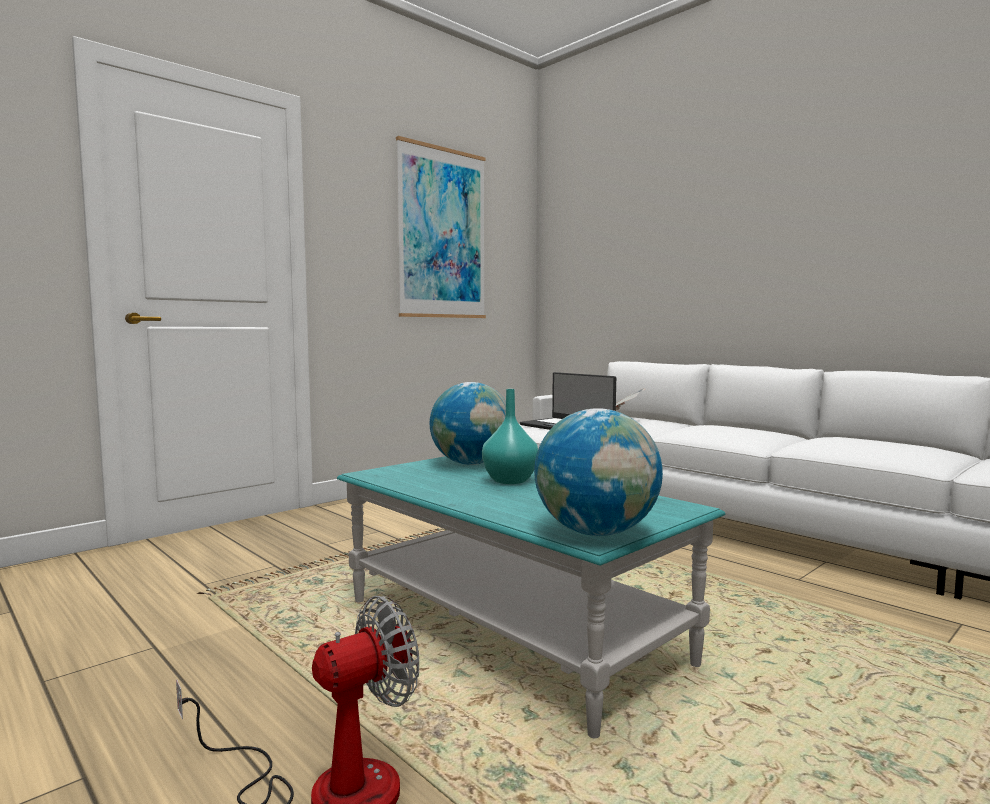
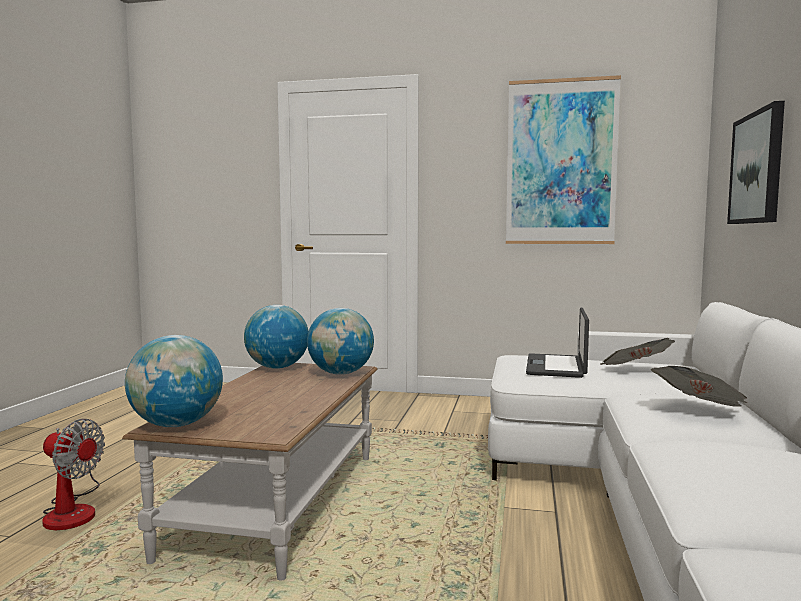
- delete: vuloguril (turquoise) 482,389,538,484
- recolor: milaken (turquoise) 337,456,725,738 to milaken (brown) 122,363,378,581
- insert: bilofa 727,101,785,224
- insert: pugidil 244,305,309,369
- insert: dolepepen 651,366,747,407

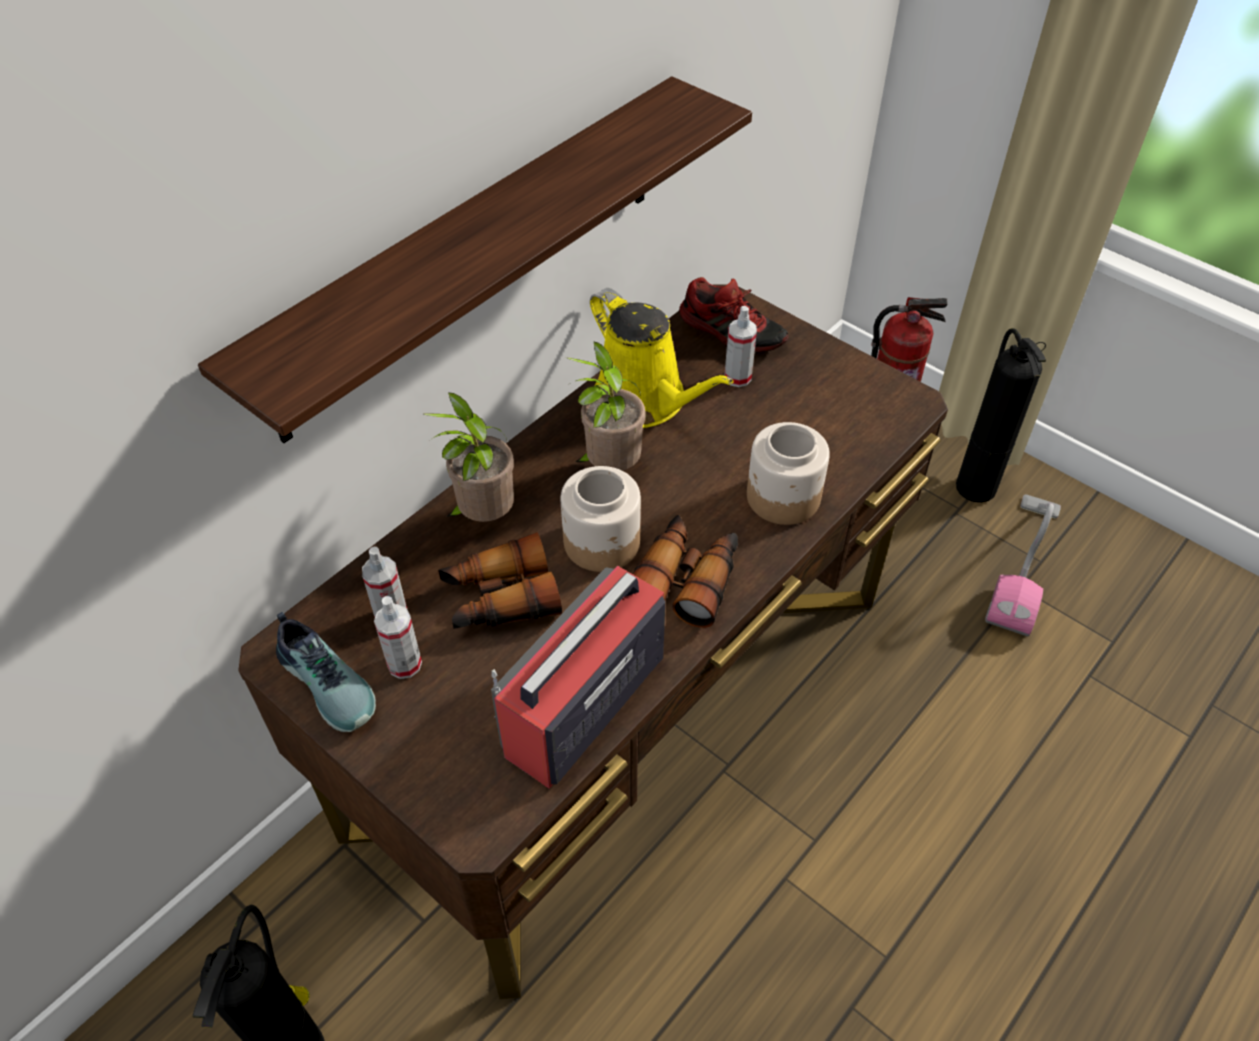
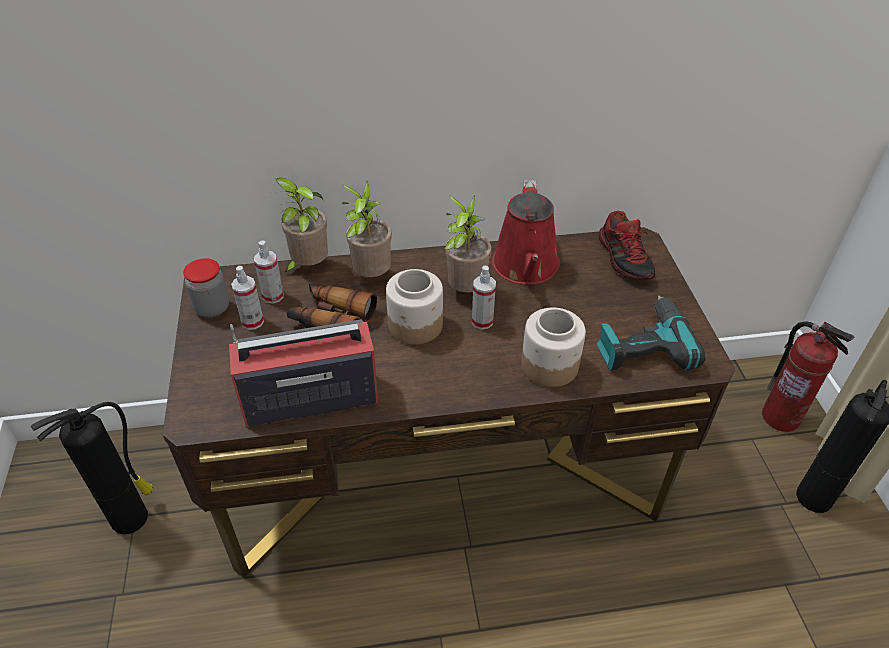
- delete: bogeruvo 198,76,752,443
- recolor: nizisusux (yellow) 590,288,734,428 to nizisusux (red) 492,180,560,285
- move: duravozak 724,306,757,387 to 472,266,496,330
- delete: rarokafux 985,494,1061,637
- delete: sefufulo 633,515,738,628
- replace: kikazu 276,612,376,732 to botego 183,258,229,317
- insert: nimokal 273,178,328,273
- insert: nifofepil 597,295,706,370

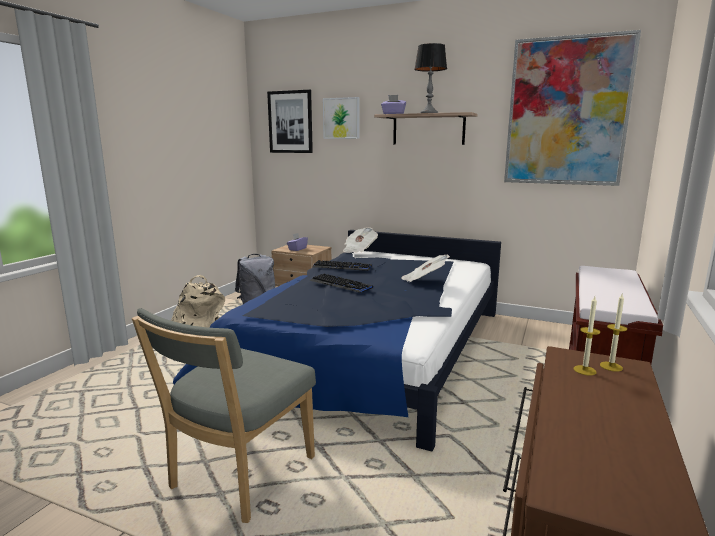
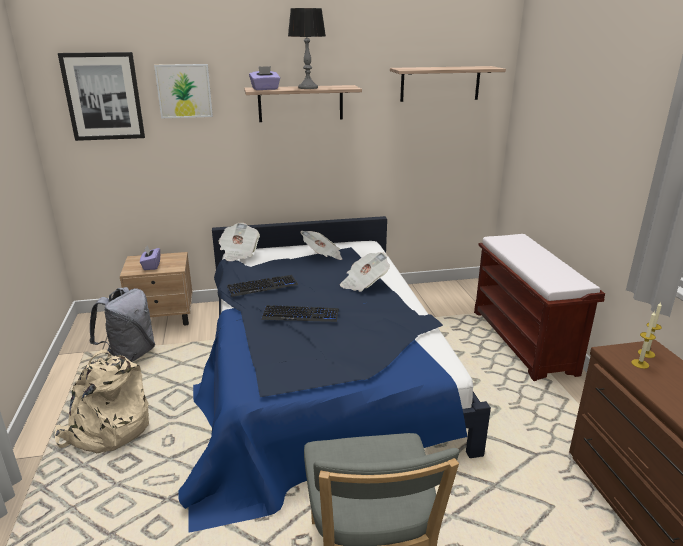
- replace: bilofa 504,30,641,186 to bogeruvo 390,66,506,102
- insert: dolepepen 300,231,342,260

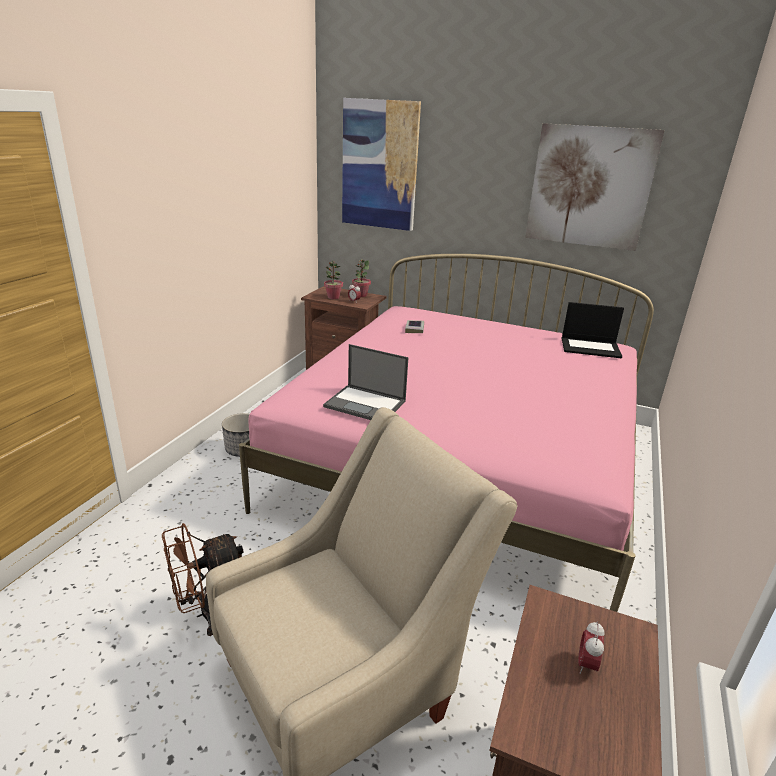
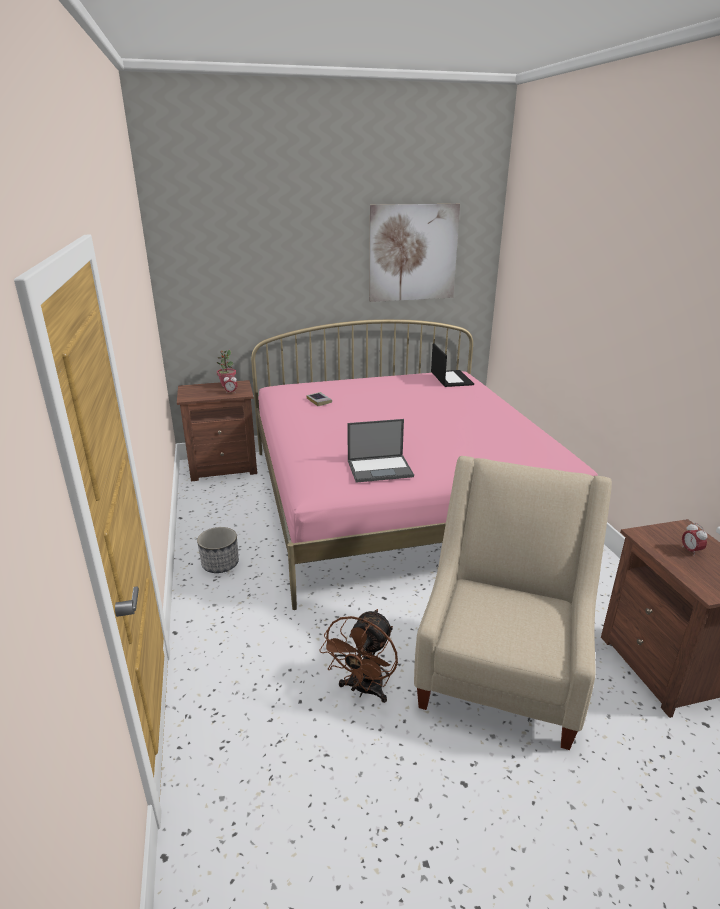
- delete: bilofa 342,98,421,231
- delete: nimokal 324,260,343,300
- rotate: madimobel 561,302,624,358 = 431,343,474,387 75 degrees counterclockwise

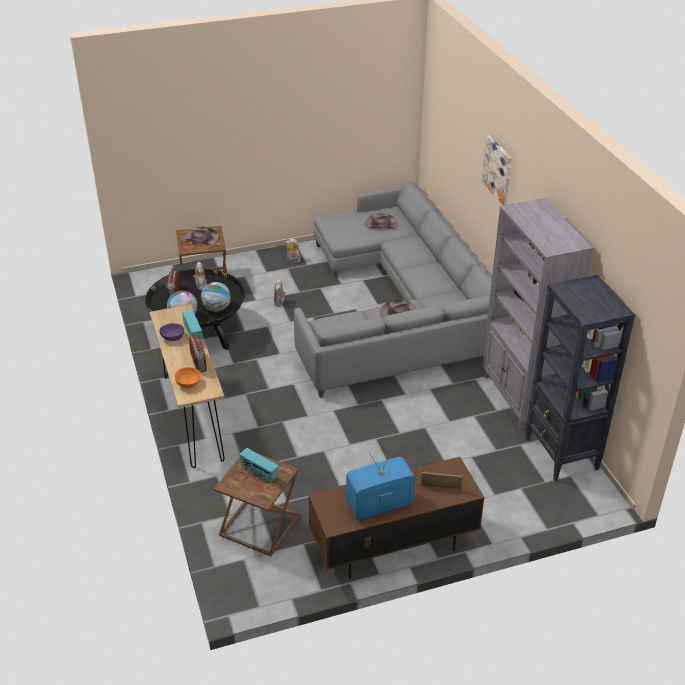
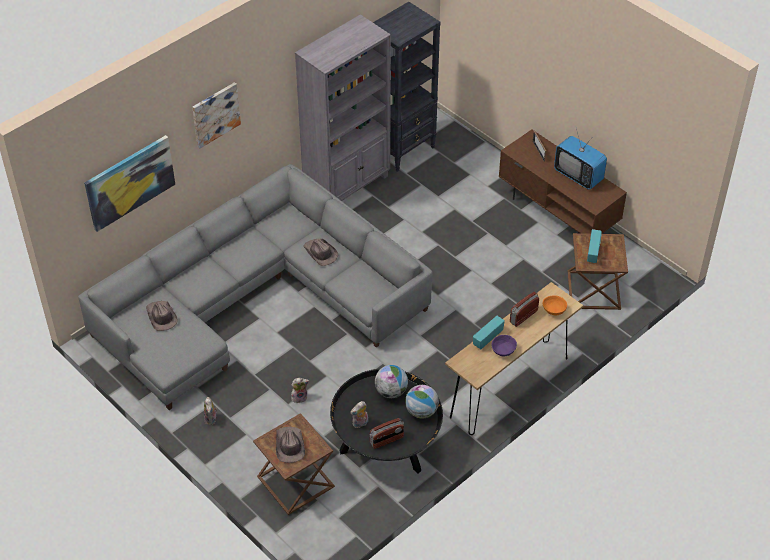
- insert: bilofa 84,135,175,232

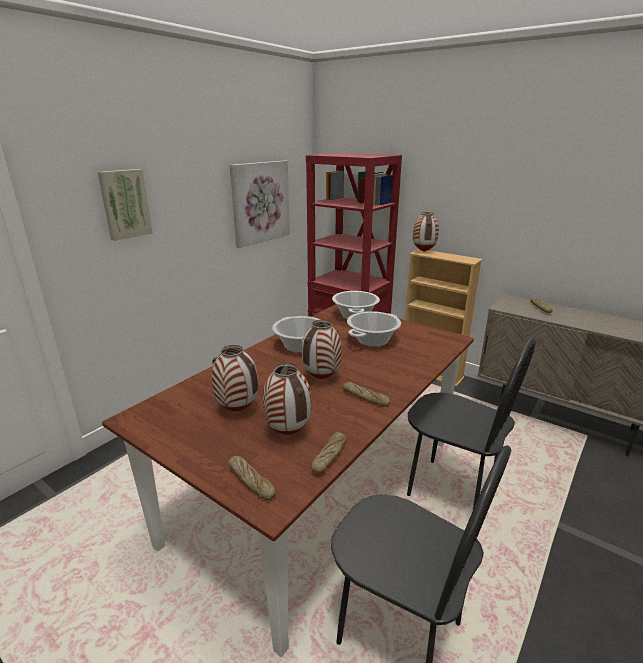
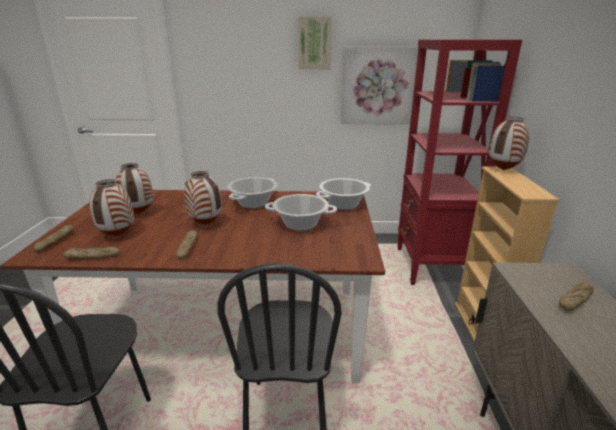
- move: bilofa 98,169,153,241 to 298,16,332,70

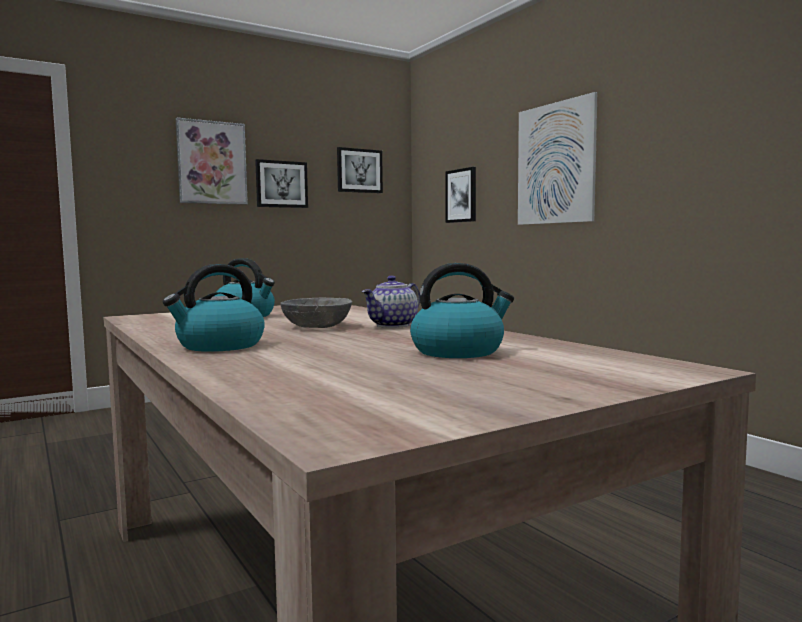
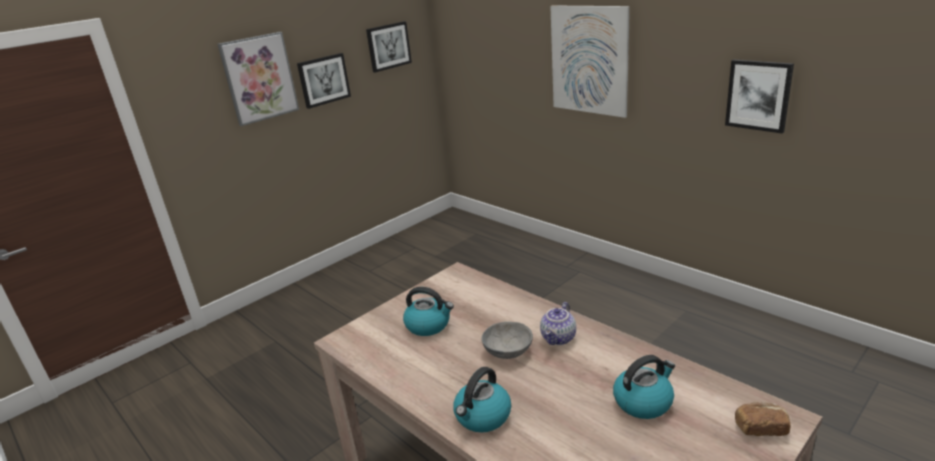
- move: bilofa 445,167,476,223 to 725,59,794,133
- insert: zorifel 735,402,791,436

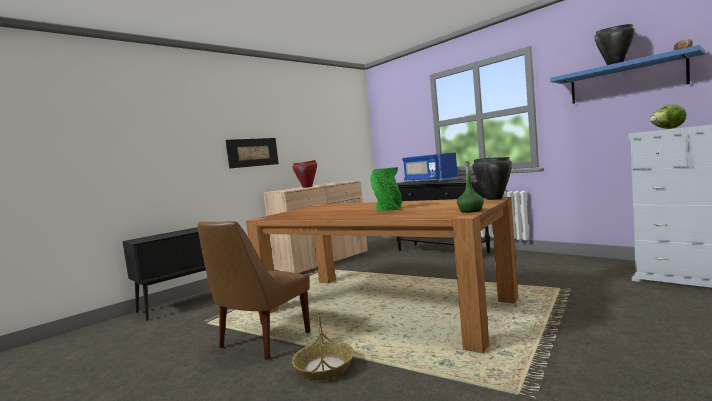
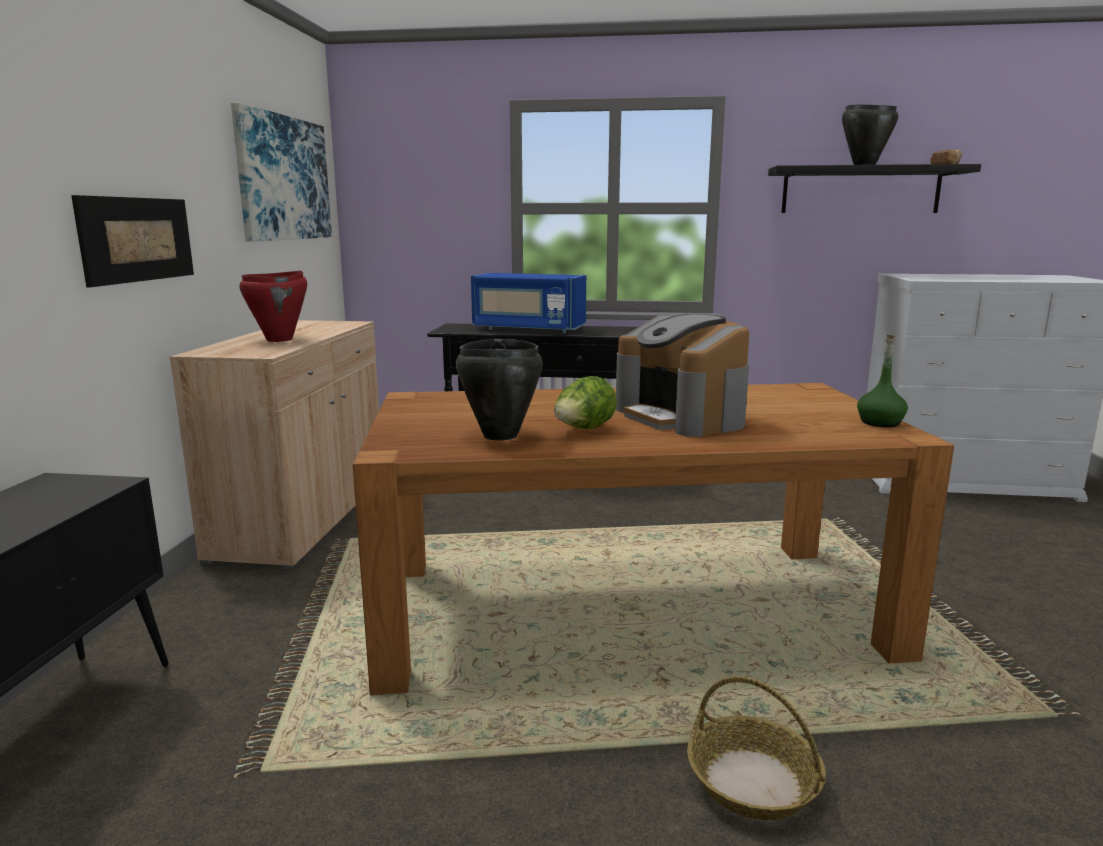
- recolor: bogeruvo (blue) 550,45,705,104 to bogeruvo (black) 768,164,981,213
- move: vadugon 650,105,686,129 to 554,376,617,429
- move: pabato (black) 472,157,512,200 to 456,339,543,441
- replace: vuloguril (green) 370,167,402,211 to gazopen 616,314,749,437
- delete: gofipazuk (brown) 197,221,310,360
- insert: bilofa 231,102,332,242

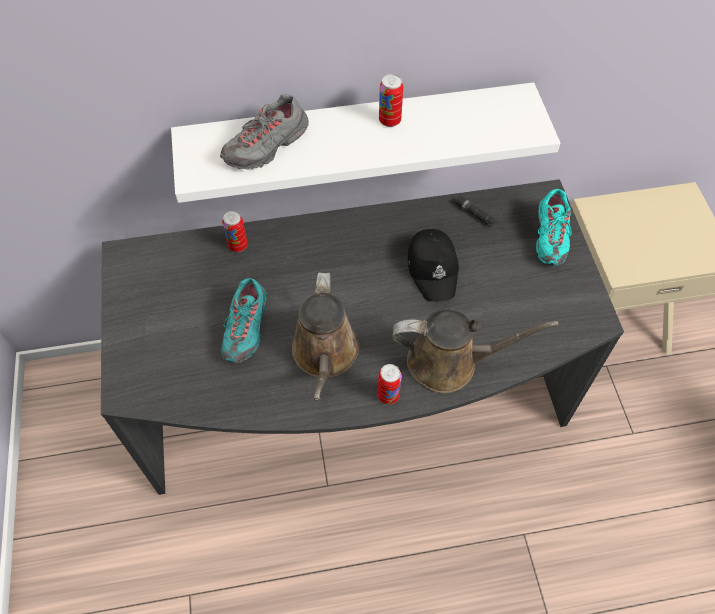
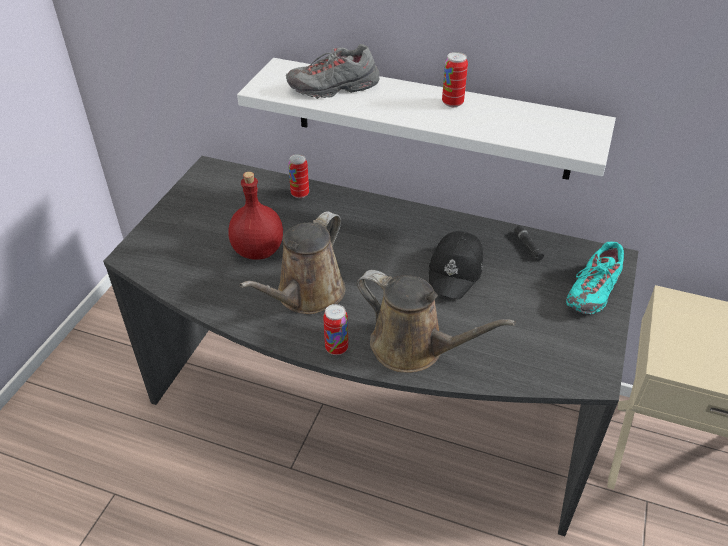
- replace: kikazu (turquoise) 221,278,267,363 to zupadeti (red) 228,172,283,260

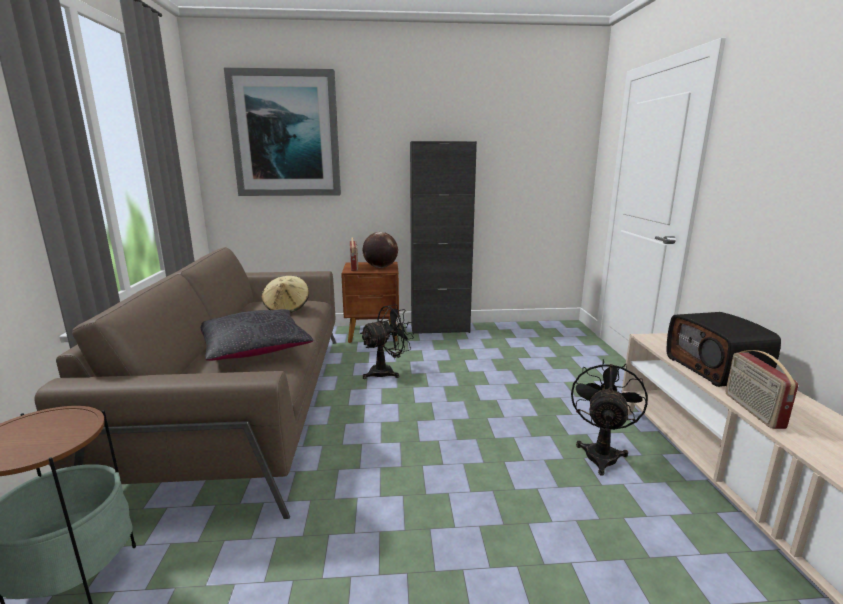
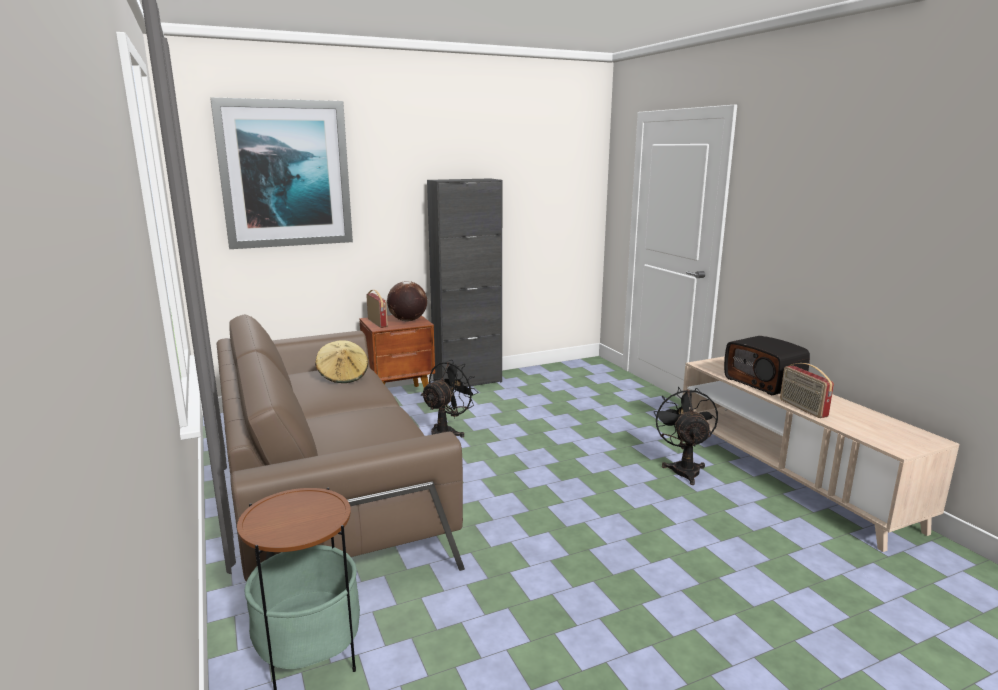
- delete: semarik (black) 201,309,313,361

